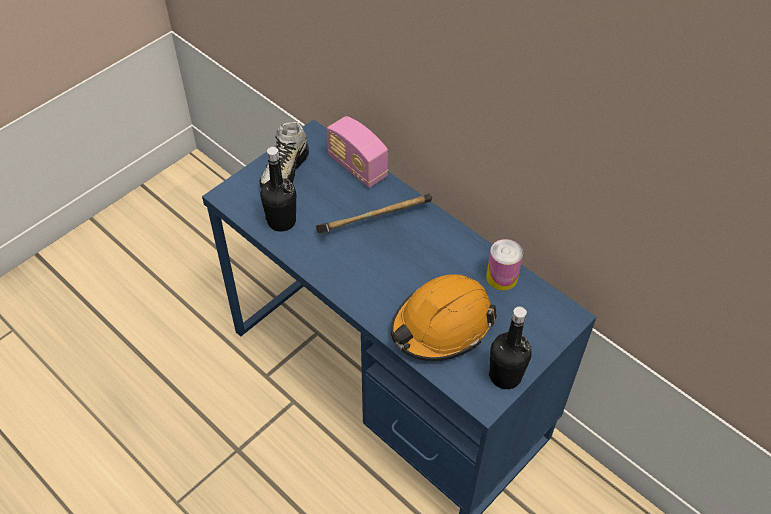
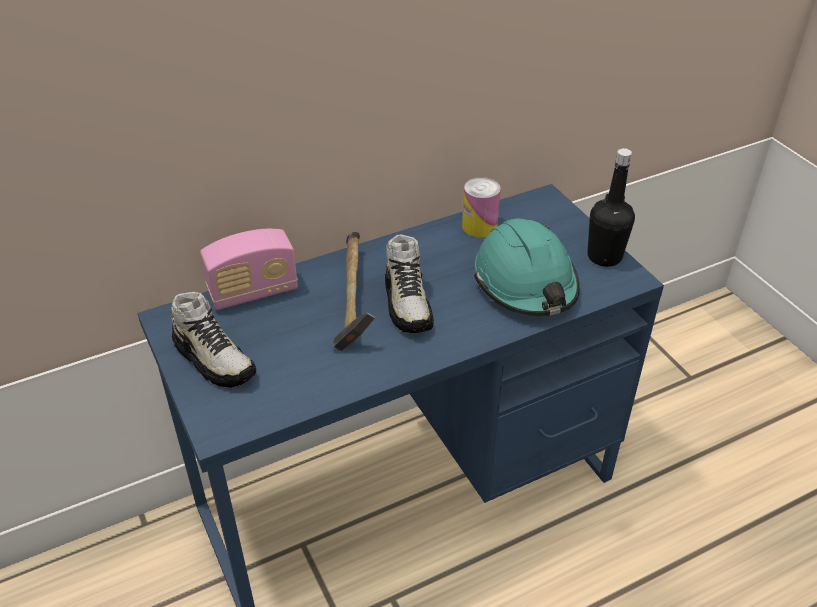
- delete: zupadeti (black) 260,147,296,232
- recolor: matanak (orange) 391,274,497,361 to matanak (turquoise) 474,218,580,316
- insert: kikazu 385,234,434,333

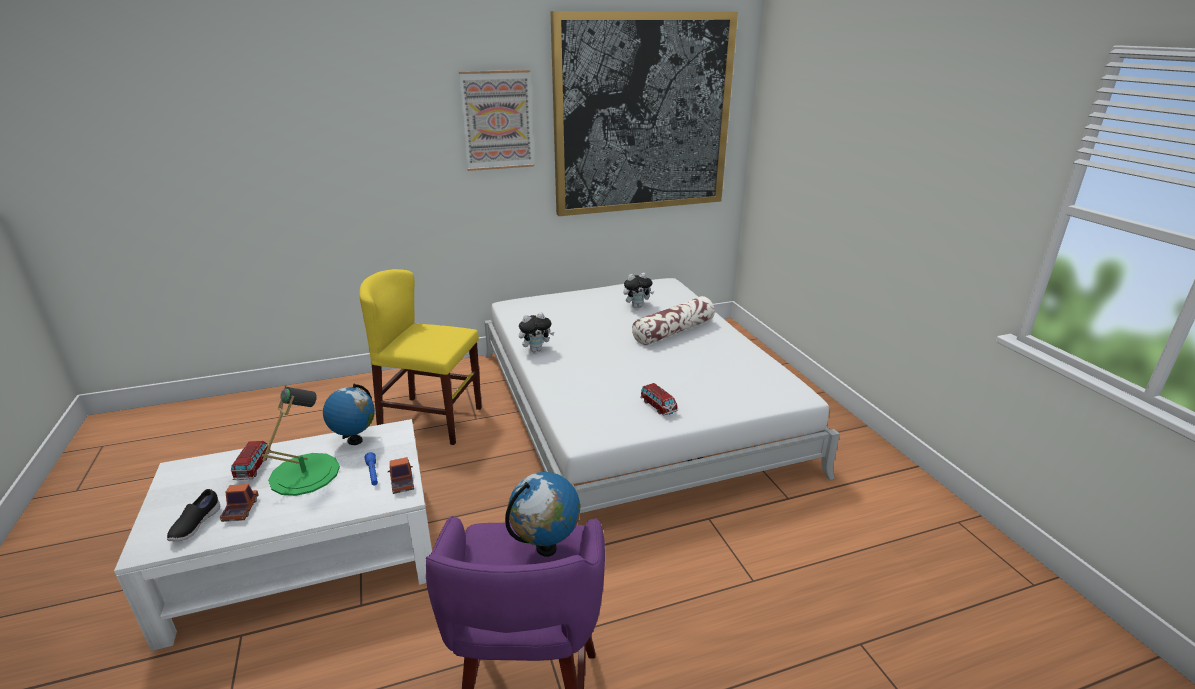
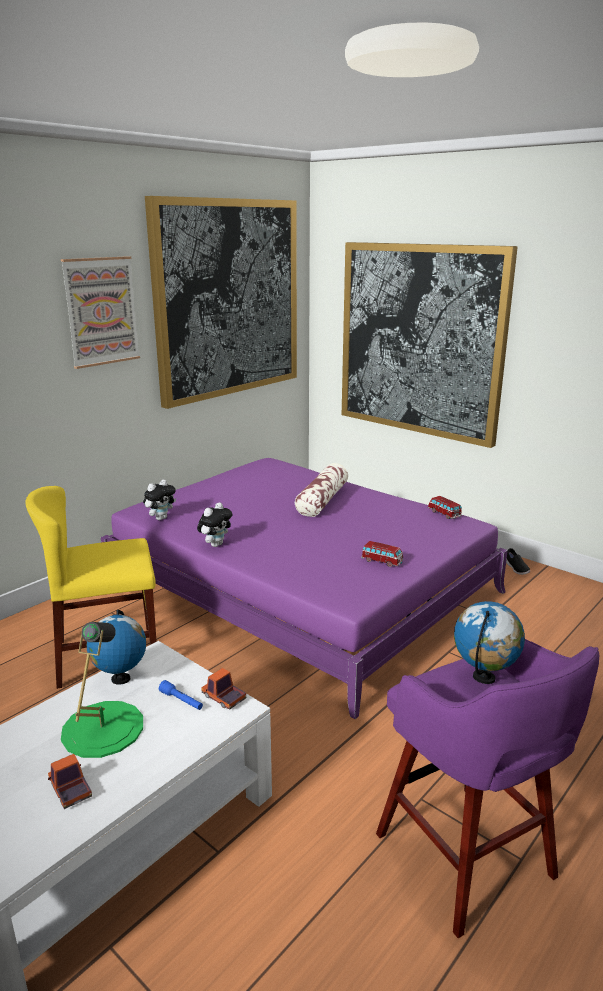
- move: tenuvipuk 623,273,654,308 to 143,479,176,520
- recolor: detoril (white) 484,278,840,513 to detoril (purple) 101,458,508,719
- move: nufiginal 231,441,269,481 to 428,496,462,519
- move: kikazu (black) 167,489,220,541 to 506,548,530,575
- insert: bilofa 342,242,518,448

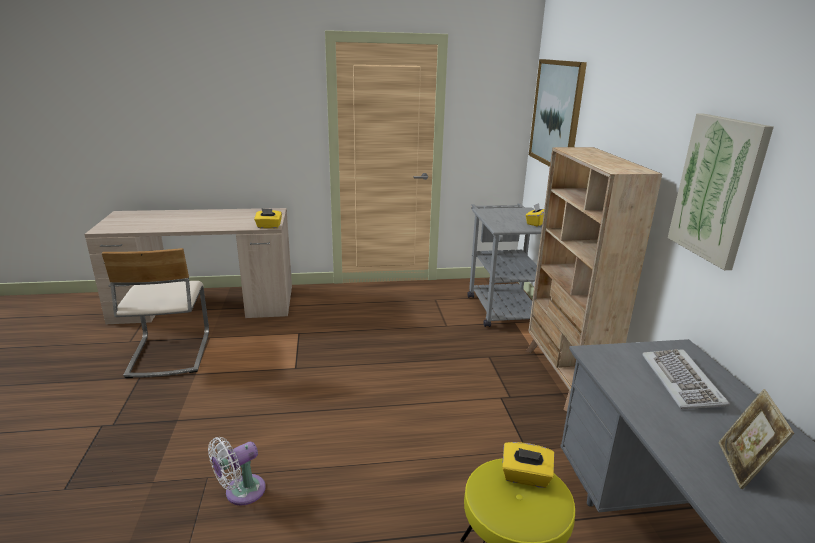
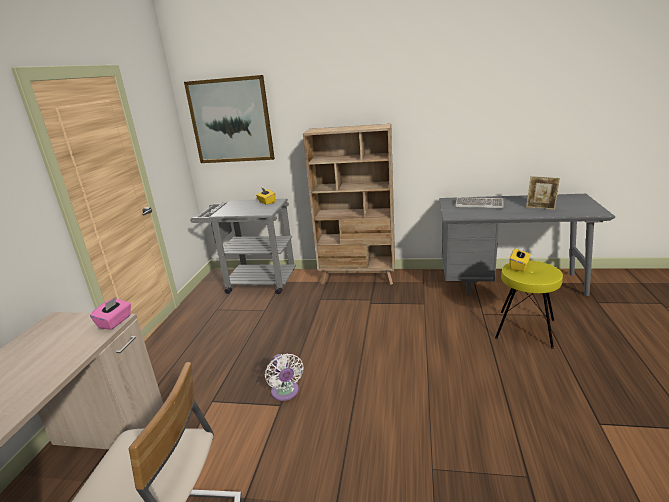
- delete: bilofa 668,114,774,270
- recolor: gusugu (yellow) 254,208,282,228 to gusugu (pink) 90,296,131,330
- move: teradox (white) 208,437,266,506 to 265,353,304,401

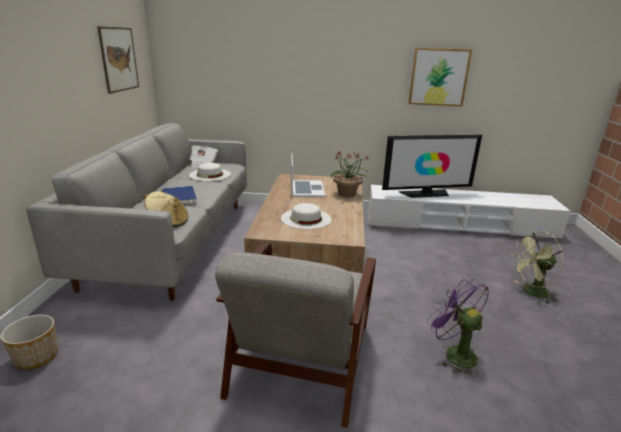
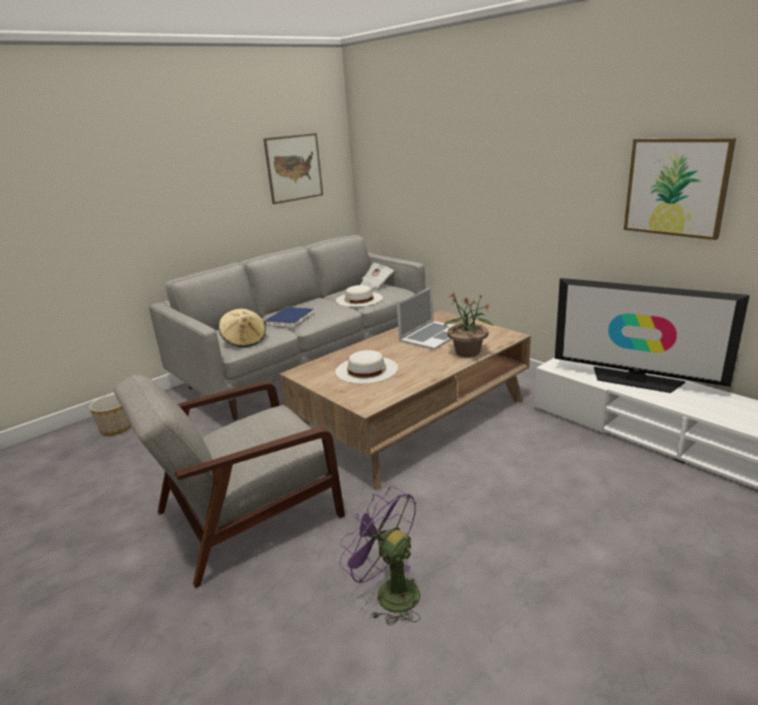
- delete: teradox (green) 511,231,563,304
- rotate: teradox (purple) 427,278,489,377 = 339,486,421,625 60 degrees counterclockwise

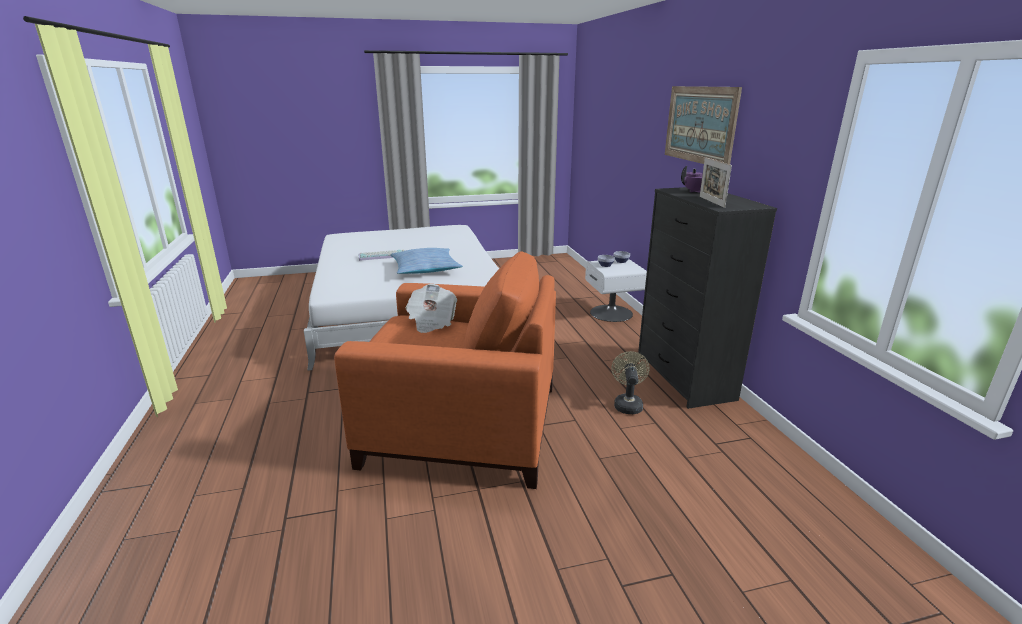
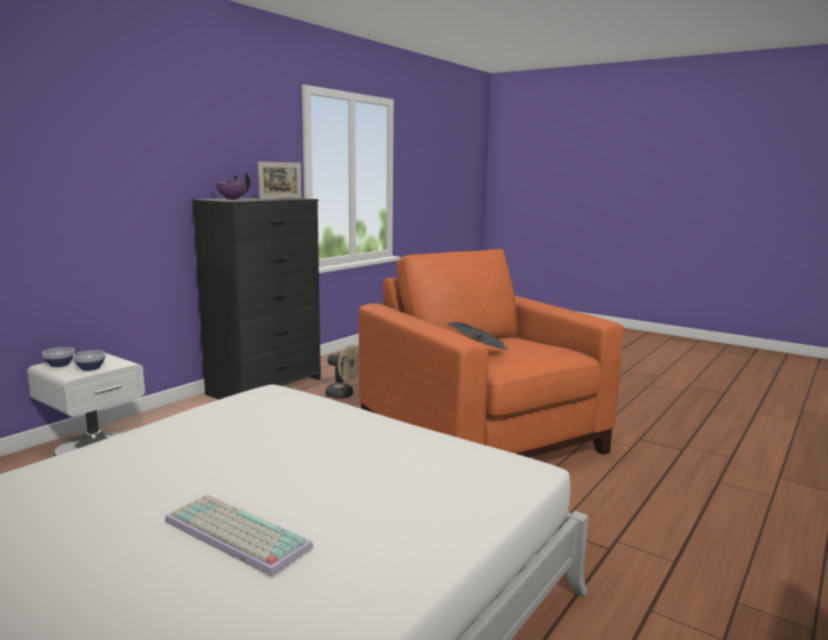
- delete: bilofa 665,86,742,164
- delete: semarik 390,248,463,274
- rotate: teradox (beige) 611,351,650,414 = 325,345,359,399 120 degrees counterclockwise

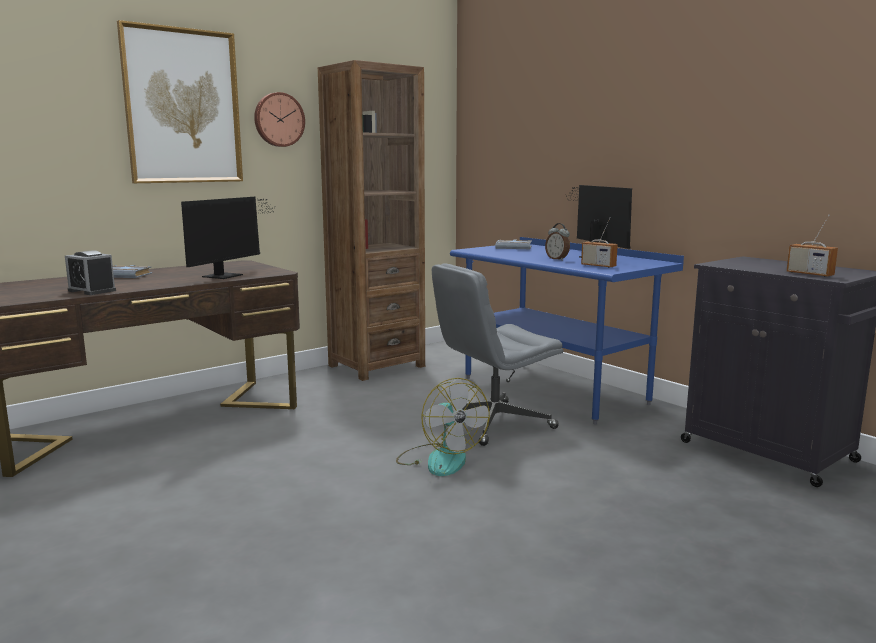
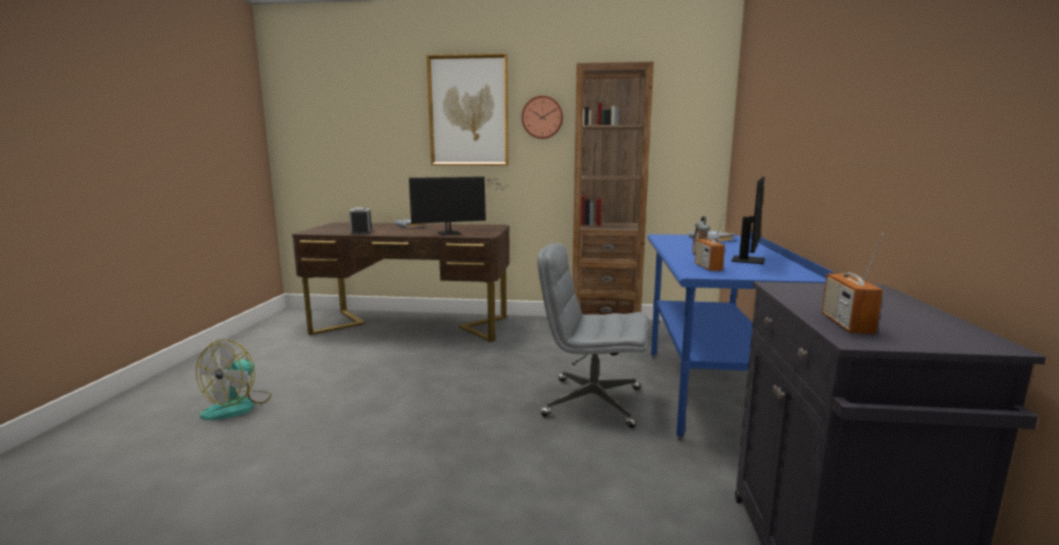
- move: teradox 396,378,490,476 to 196,339,272,420

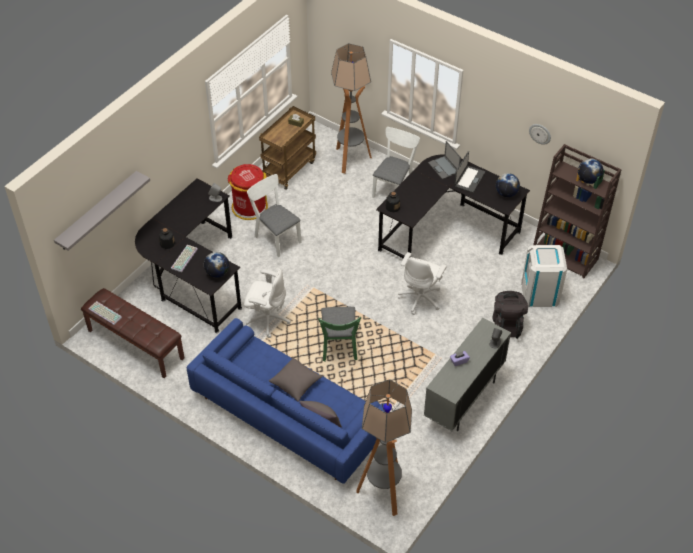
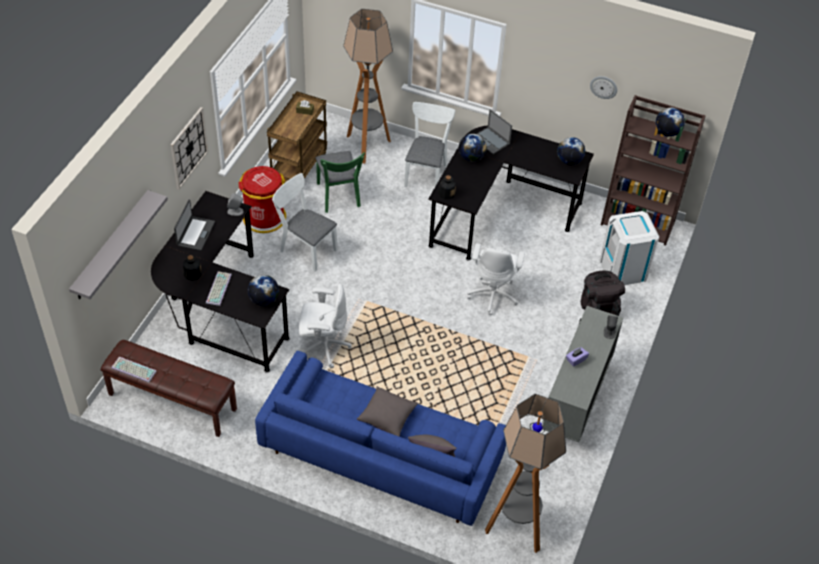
- move: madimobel 454,151,485,193 to 174,199,215,251
- move: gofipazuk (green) 318,307,361,361 to 316,151,365,213
- insert: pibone 170,107,208,189
- insert: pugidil 459,134,487,162

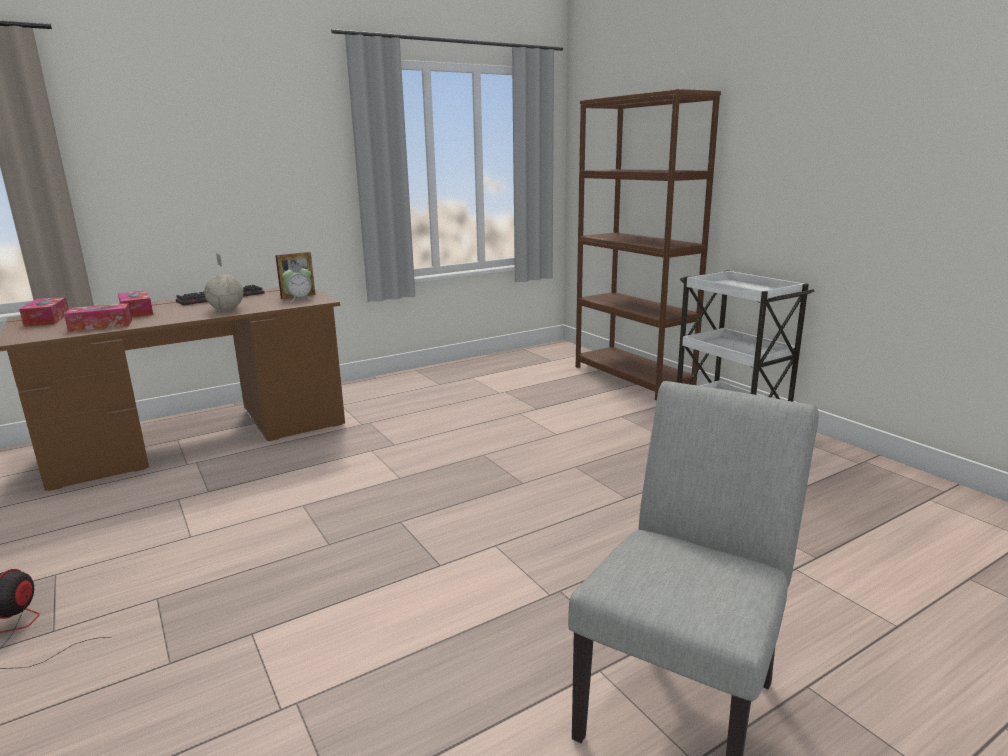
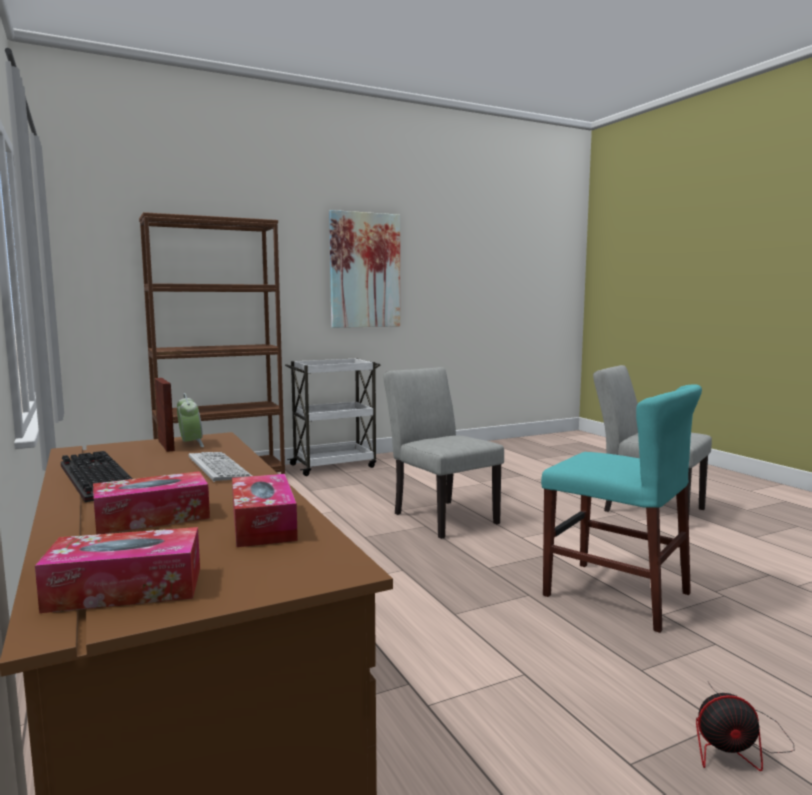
- replace: pugidil 204,254,243,311 to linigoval 189,452,252,482
- insert: bilofa 329,210,400,328
- insert: gofipazuk (grey) 384,367,504,539
- insert: gofipazuk (turquoise) 541,384,702,633

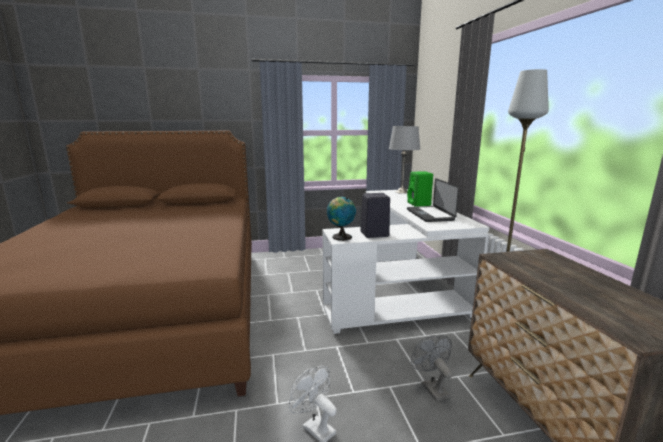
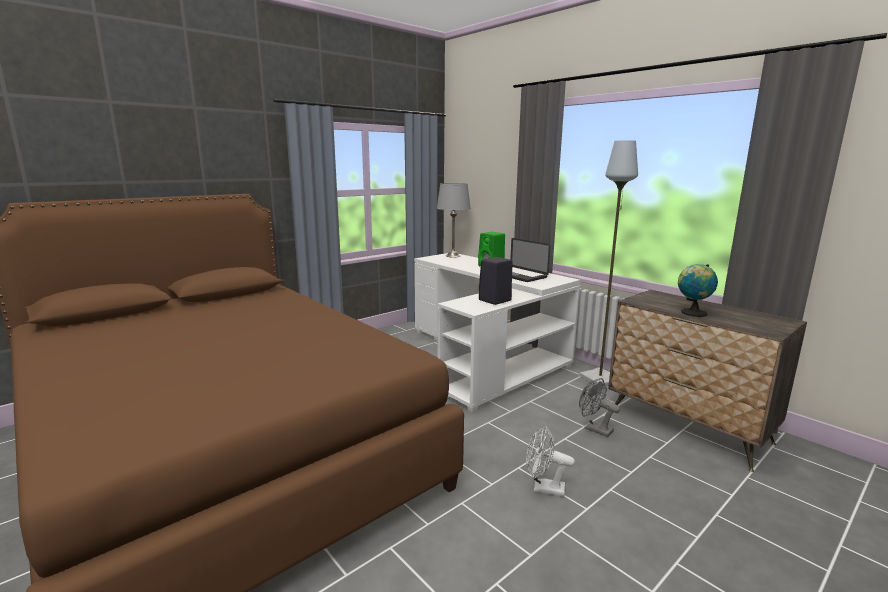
- move: pugidil 327,197,356,241 to 678,264,718,317

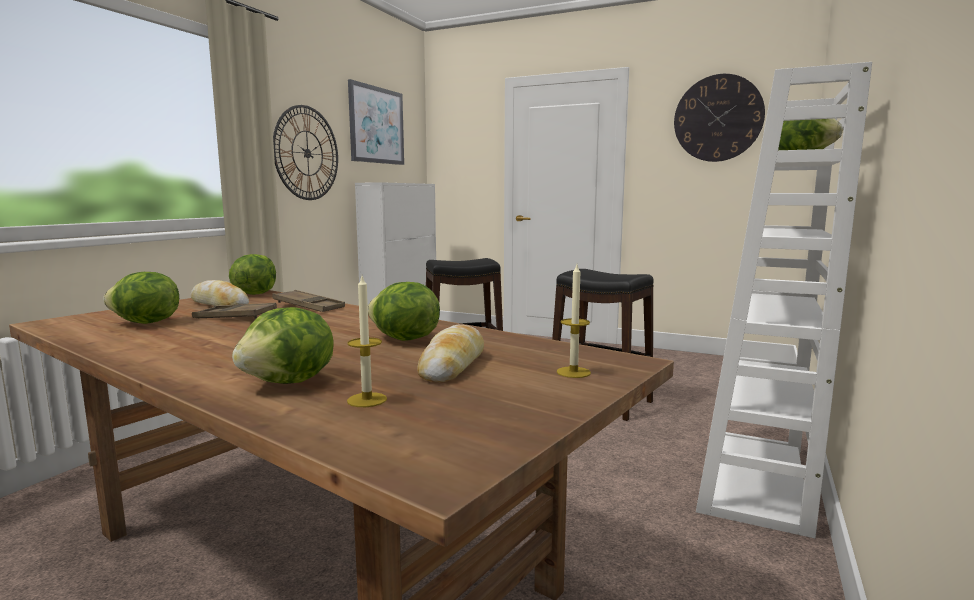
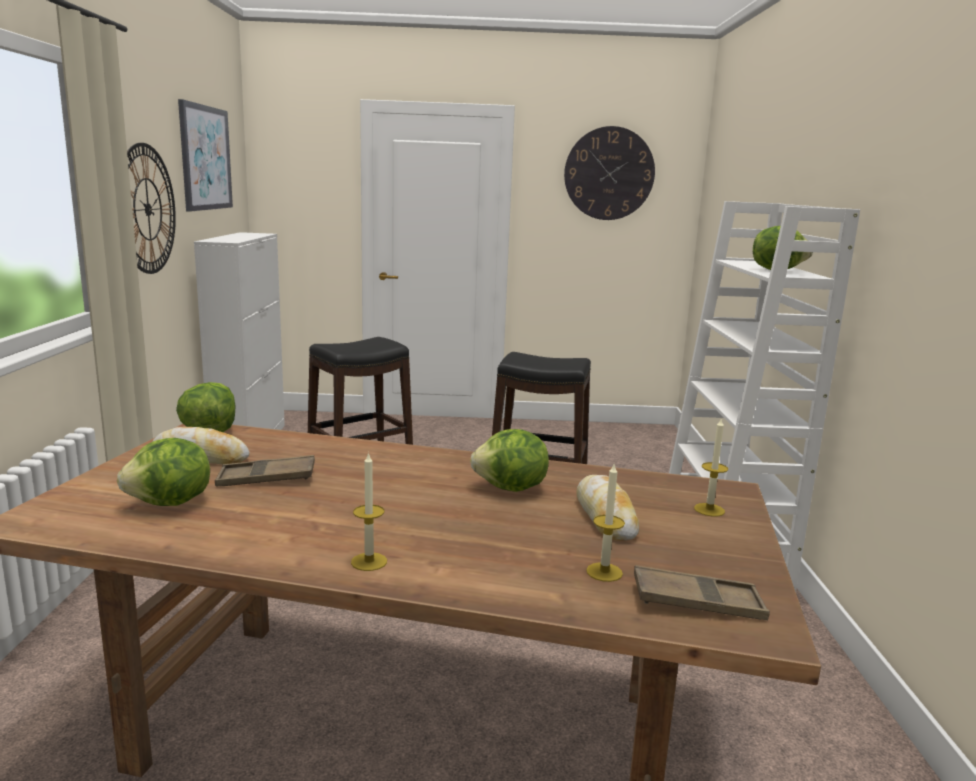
- move: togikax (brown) 272,290,345,312 to 634,565,770,620
- delete: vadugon 232,307,334,384
- insert: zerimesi 351,452,387,571

